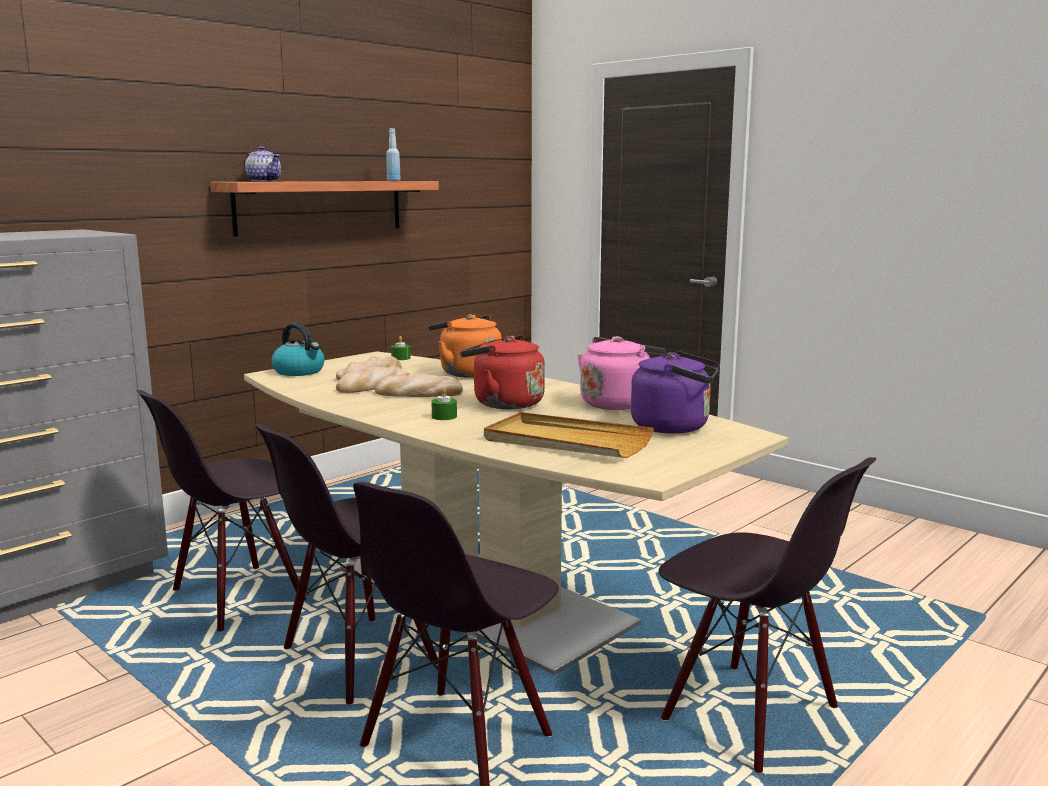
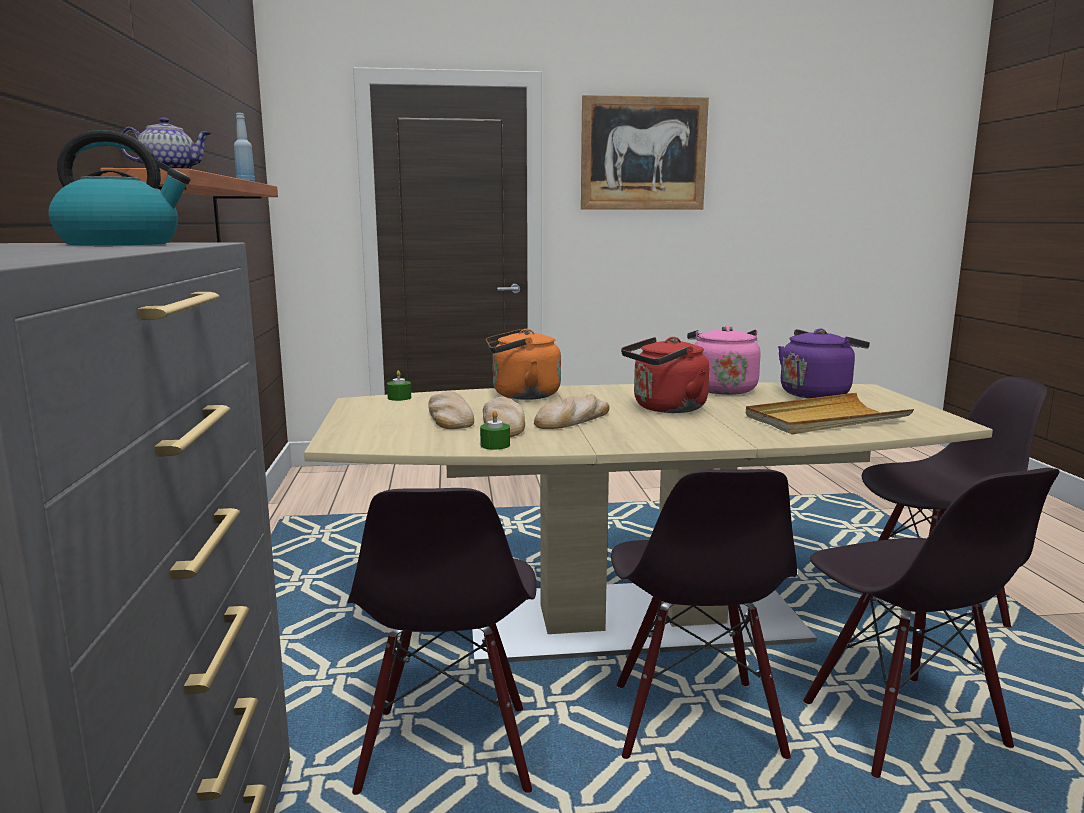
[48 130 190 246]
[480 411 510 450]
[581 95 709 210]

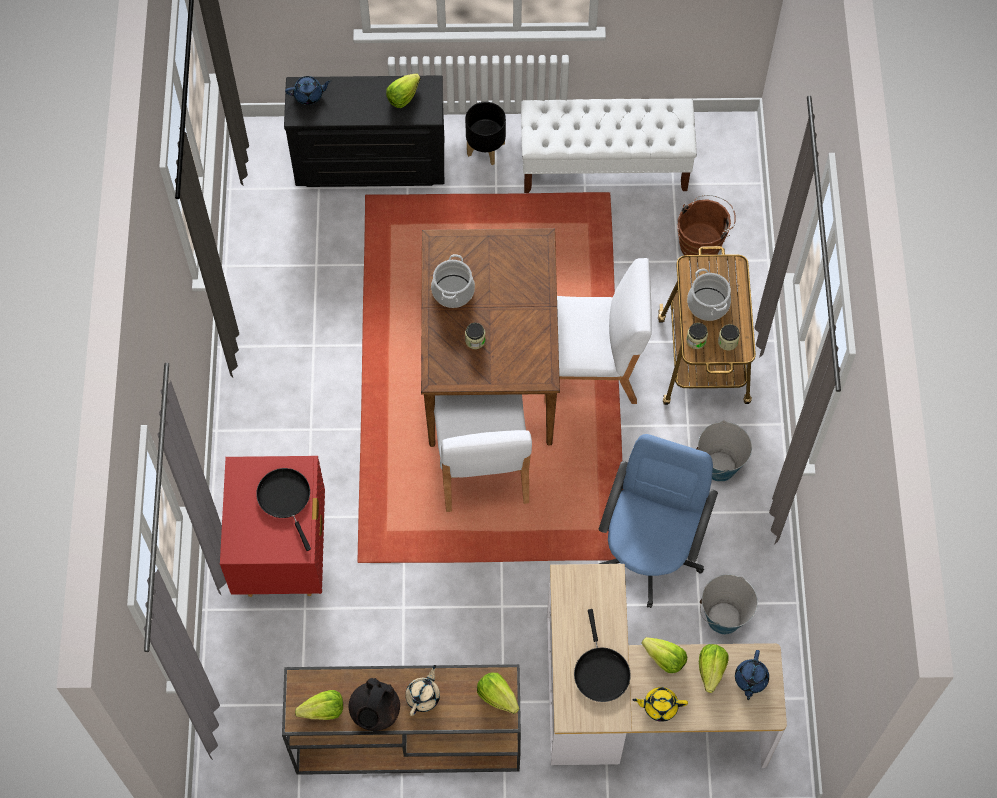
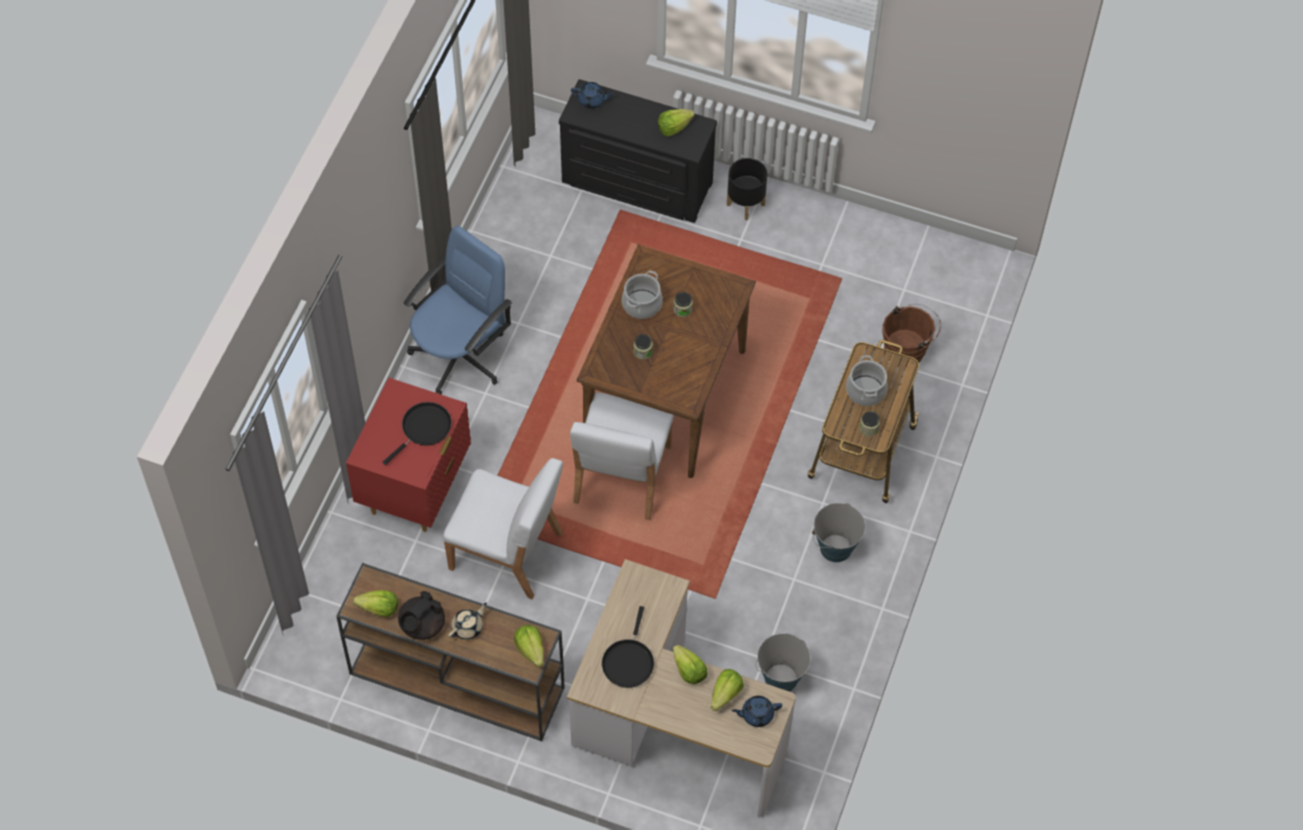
[521 98 697 193] (first image)
[443 458 563 599]
[674 292 693 317]
[404 226 512 394]
[383 402 452 465]
[732 696 782 727]
[633 687 688 722] (first image)

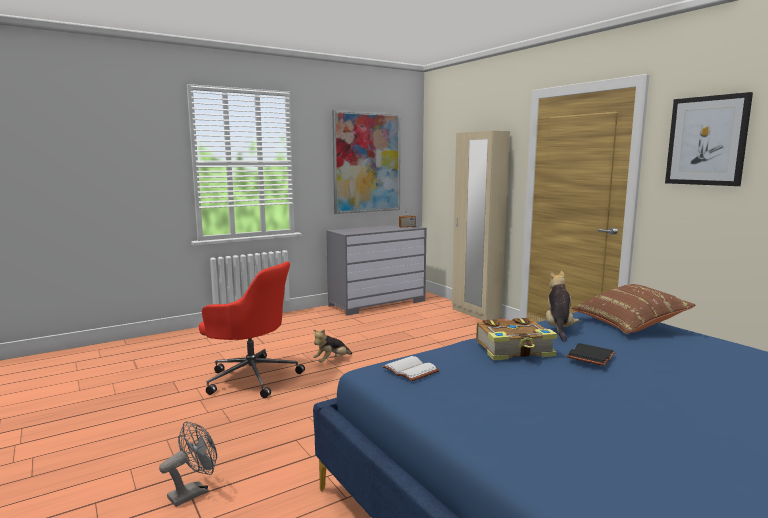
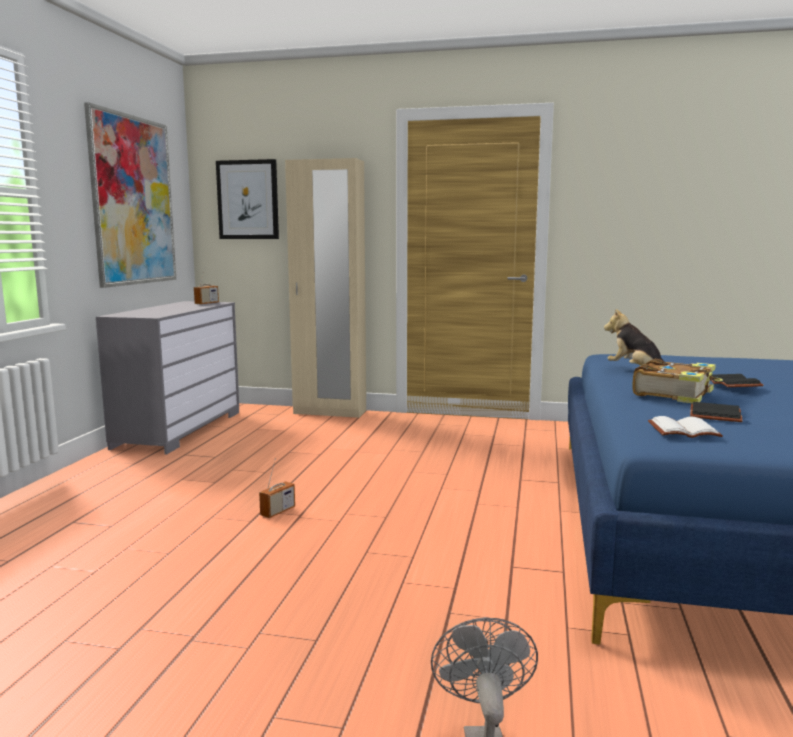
[216 159 279 239]
[199 261 305 398] (first image)
[571 284 696 334] (first image)
[259 458 295 518]
[690 402 742 422]

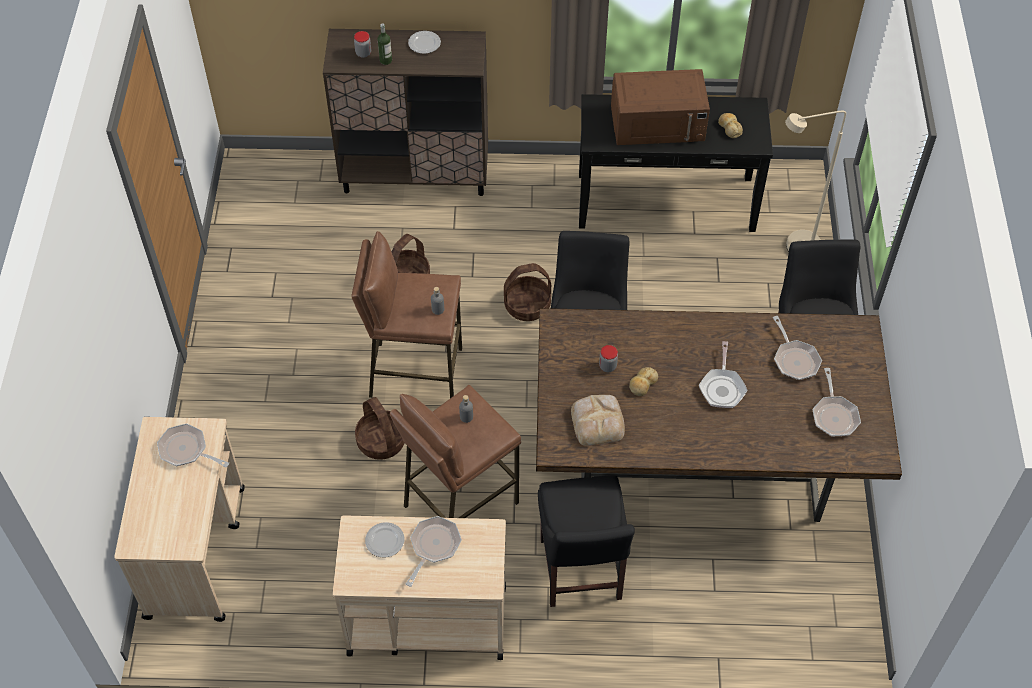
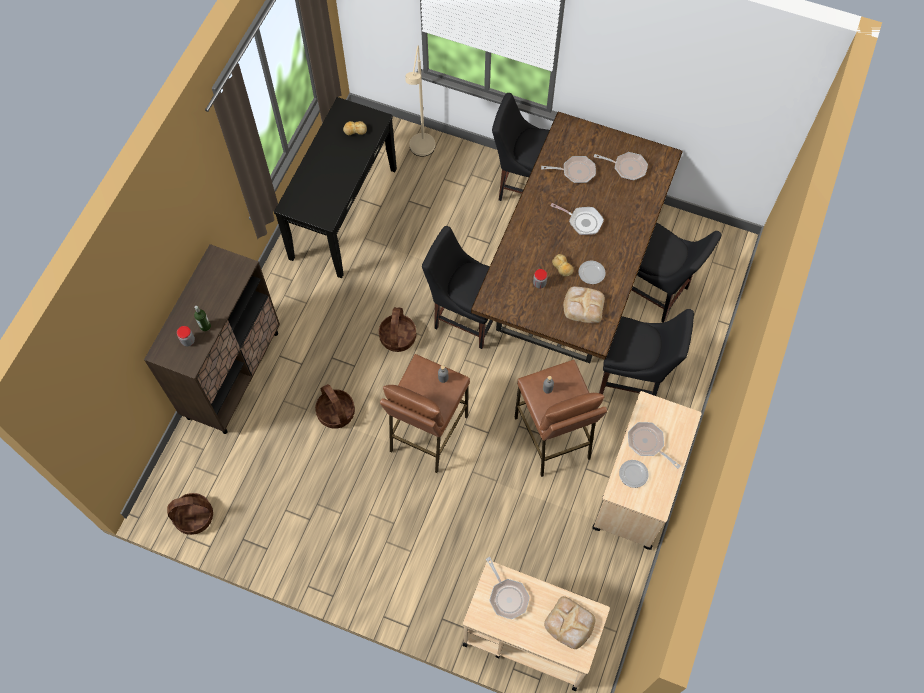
[578 260 606 284]
[611 69 710 145] (first image)
[167 493 213 535]
[486 557 530 619]
[632 222 722 322]
[544 596 595 649]

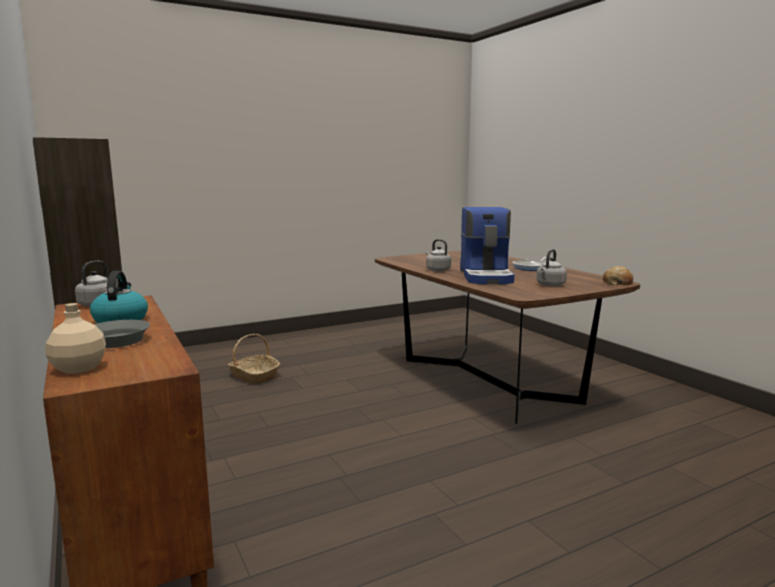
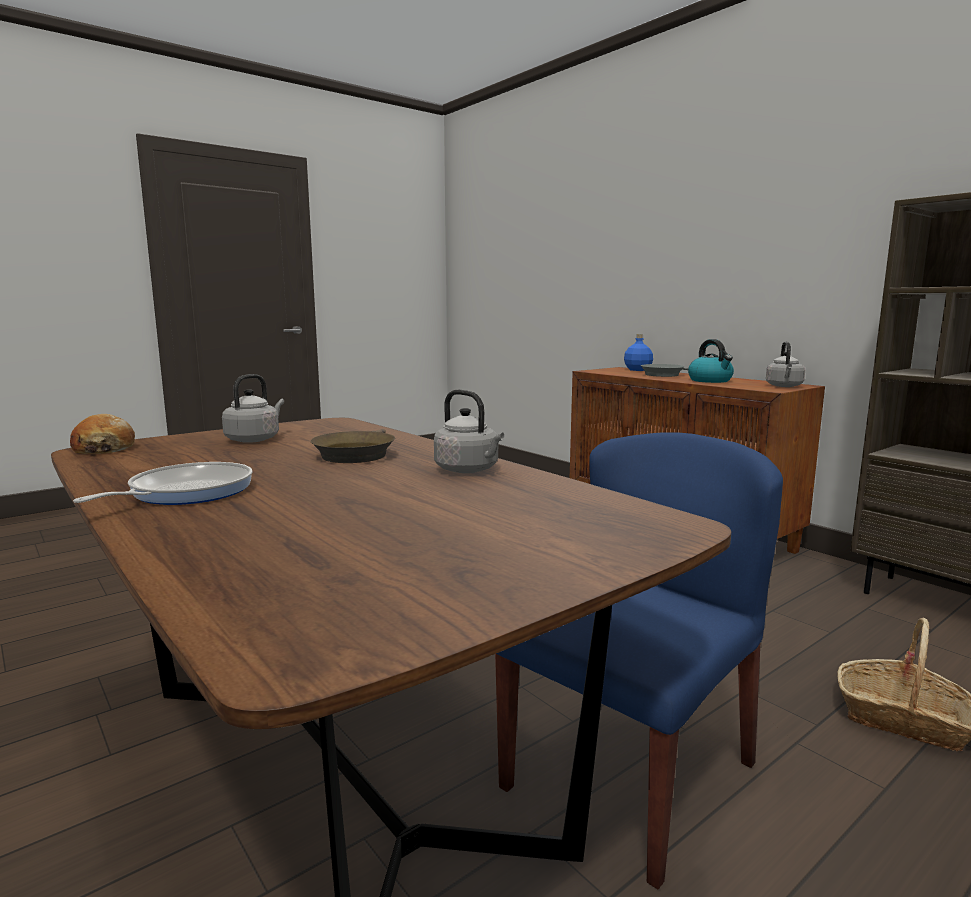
[310 429 395 463]
[624 334 653 371]
[495 432 783 889]

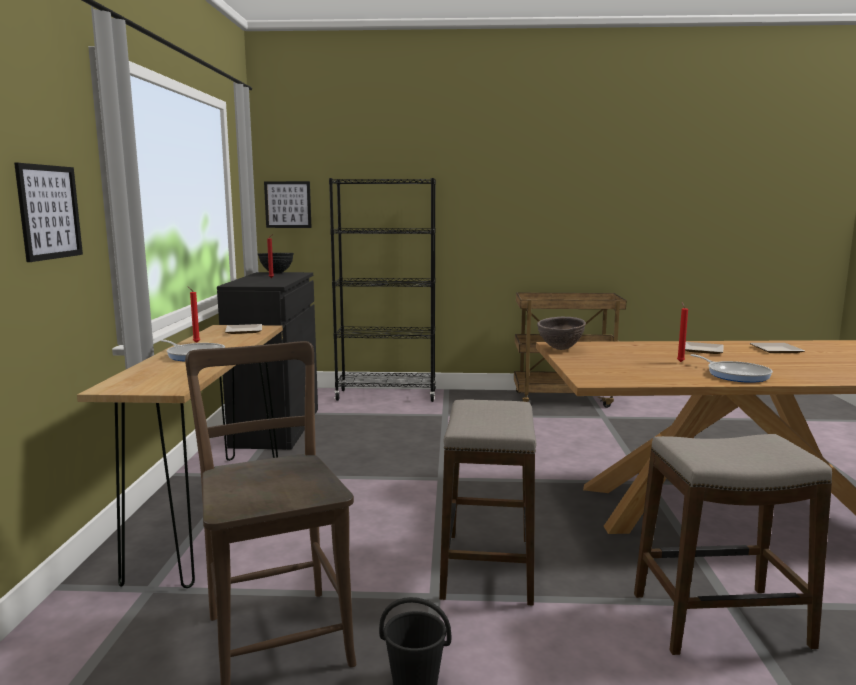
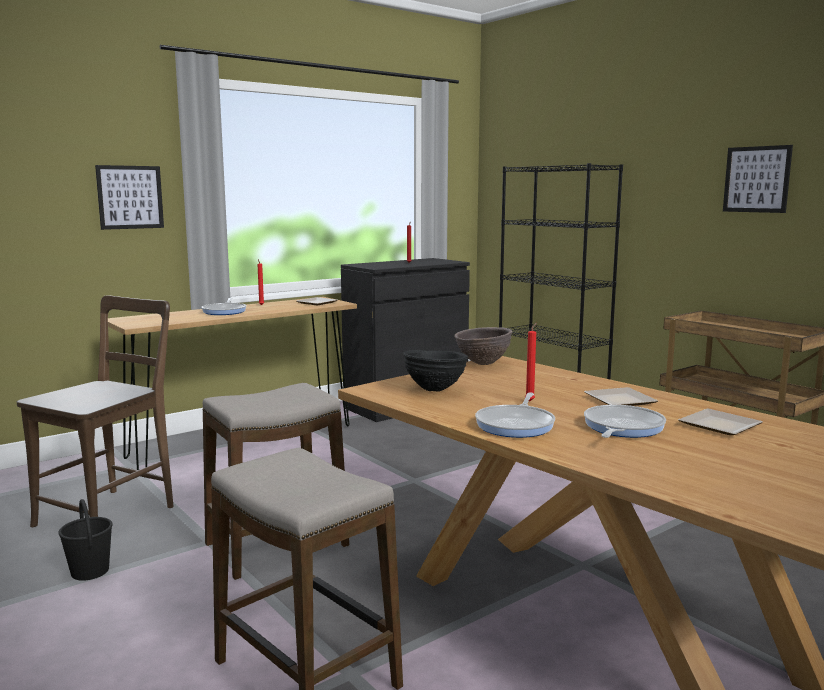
[723 145 793 213]
[403 350 468 392]
[584 405 666 438]

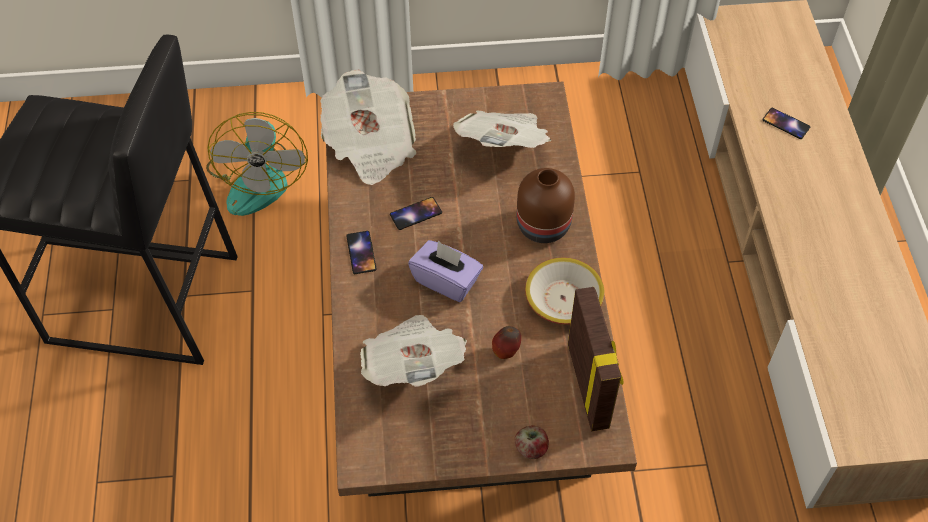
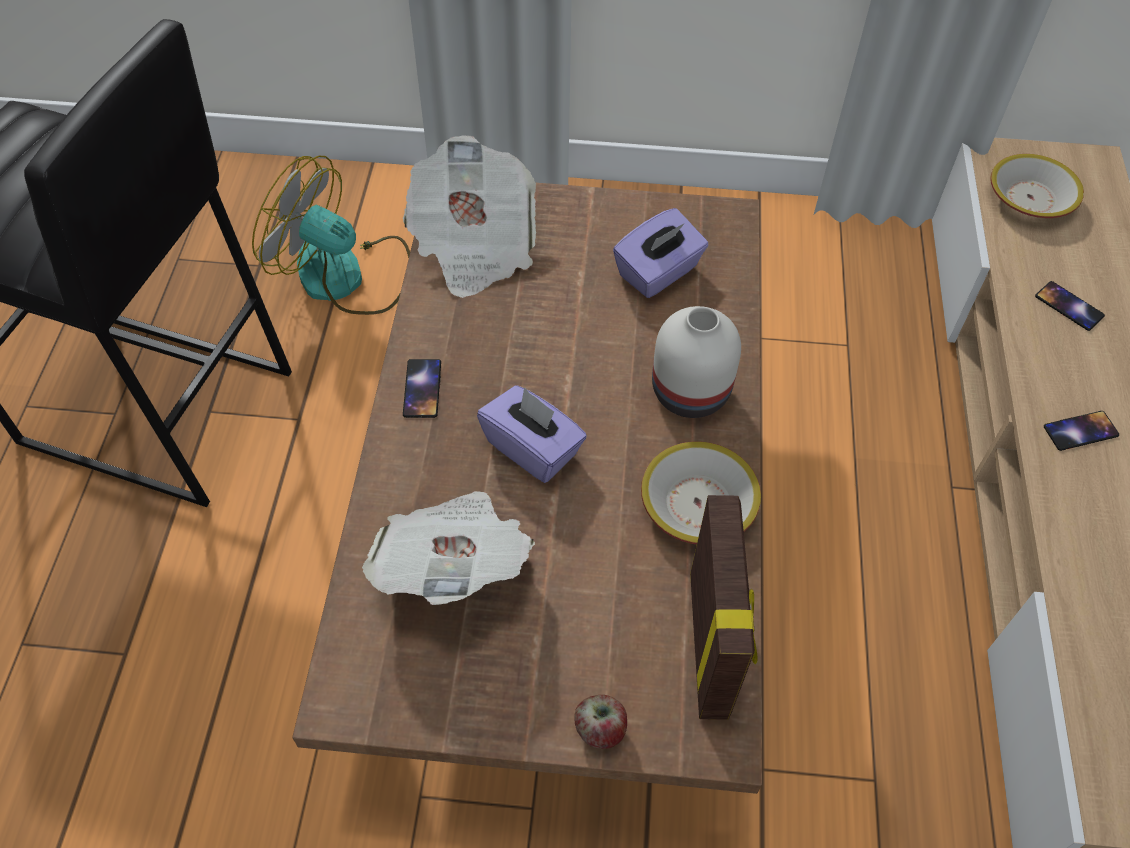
[613 208 709 298]
[252 156 410 315]
[652 306 741 418]
[1044 411 1119 451]
[492 326 521 359] (first image)
[990 154 1084 218]

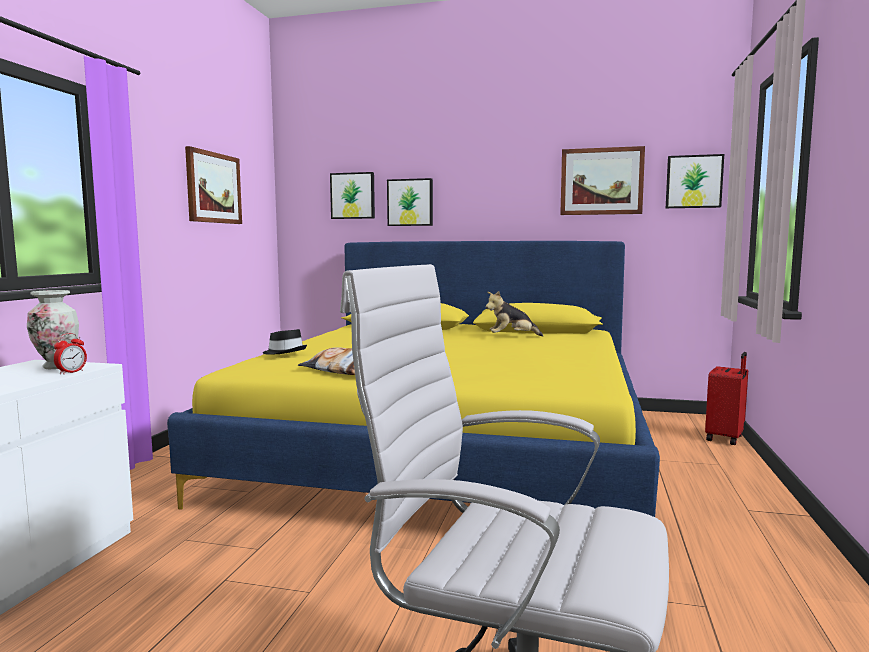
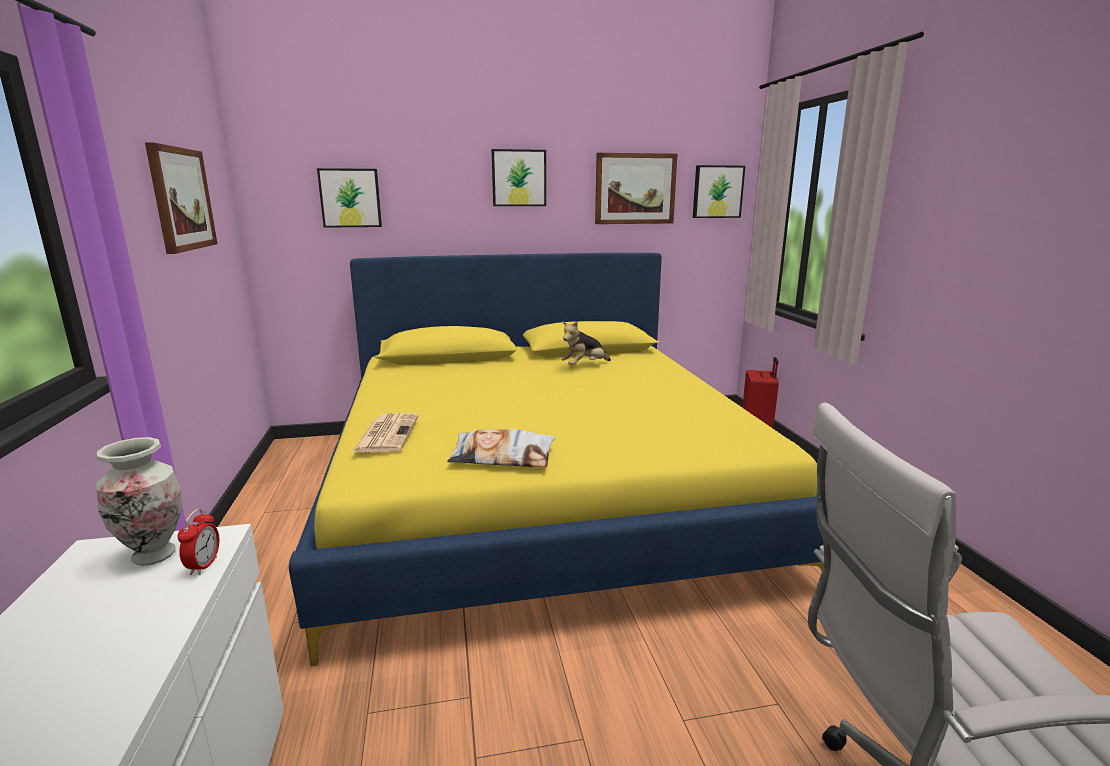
[492 149 546 206]
[352 413 418 453]

